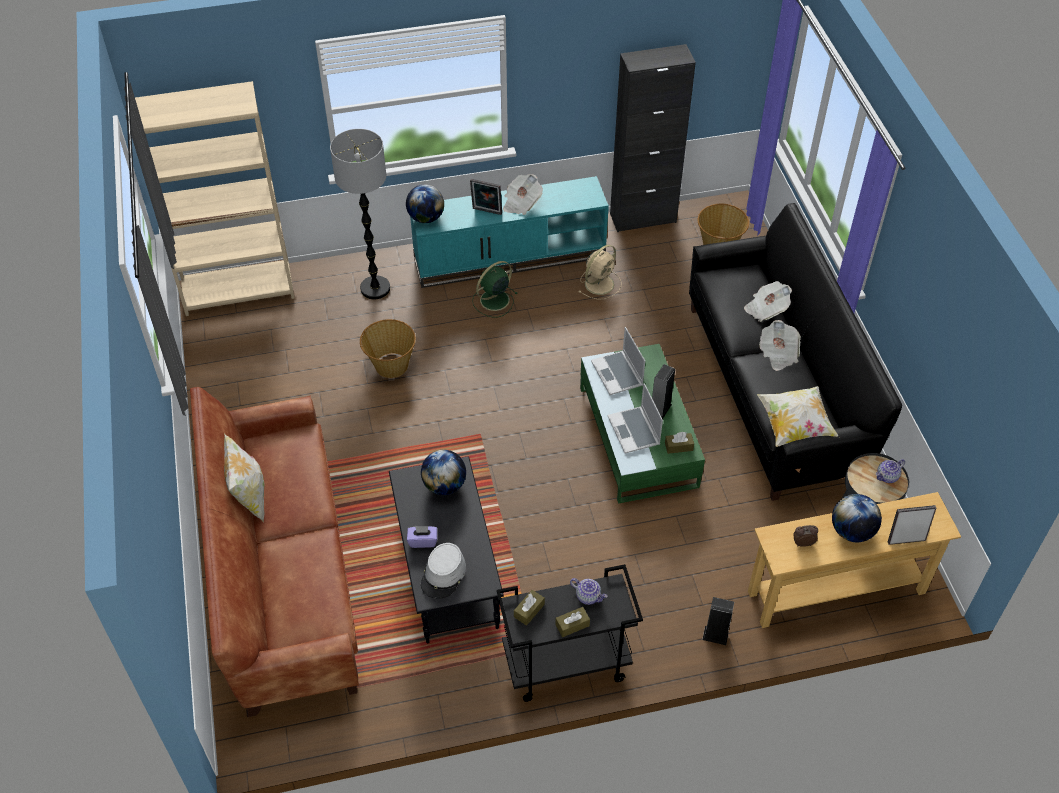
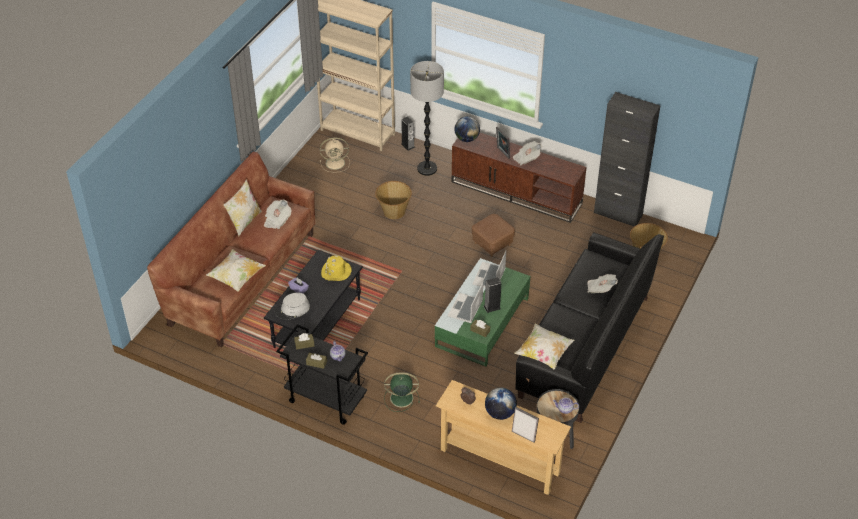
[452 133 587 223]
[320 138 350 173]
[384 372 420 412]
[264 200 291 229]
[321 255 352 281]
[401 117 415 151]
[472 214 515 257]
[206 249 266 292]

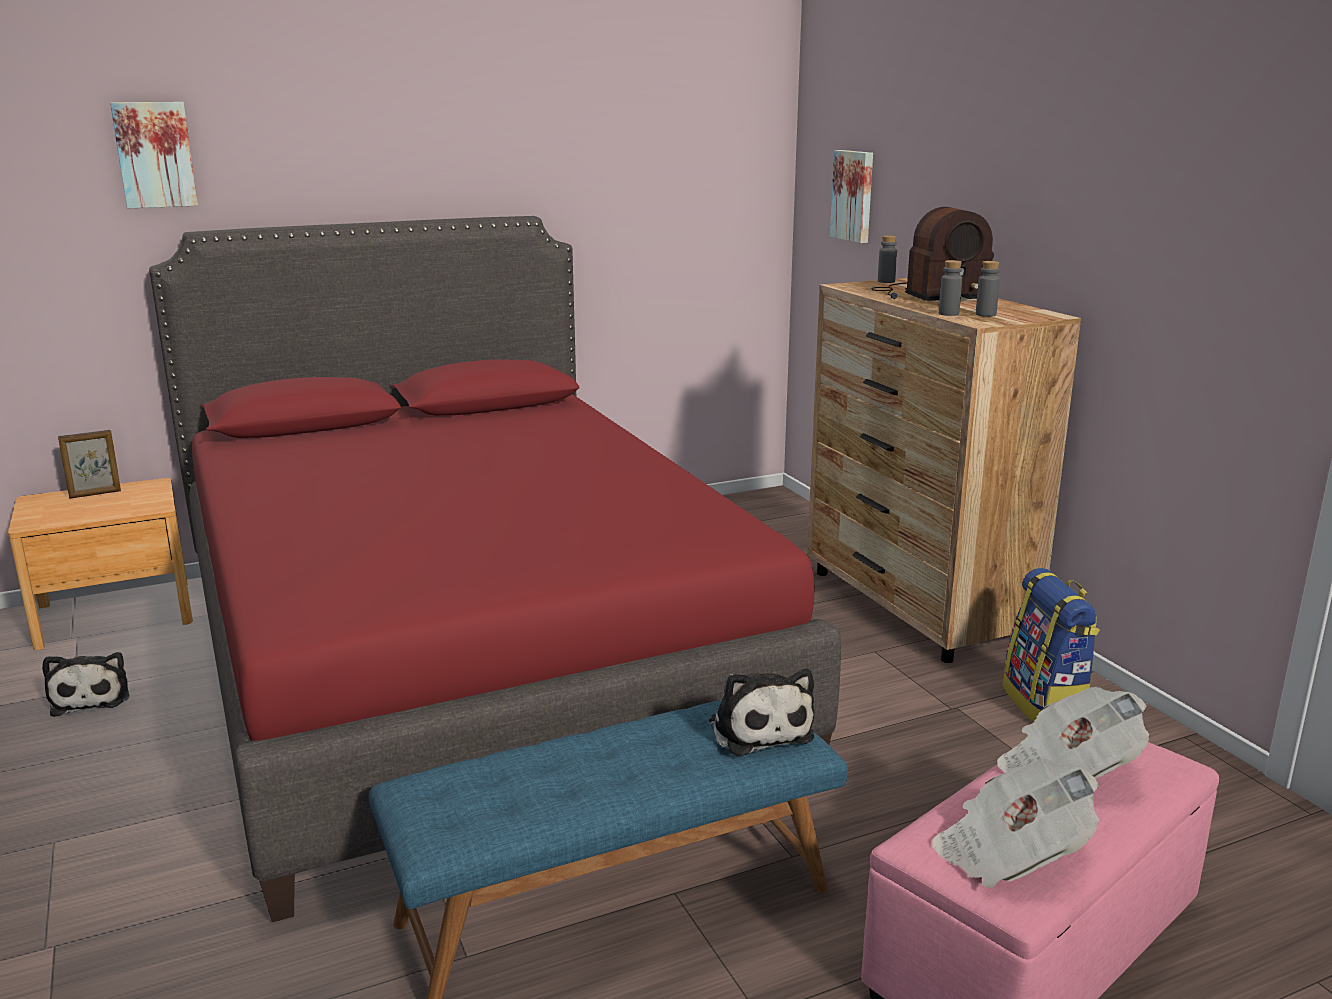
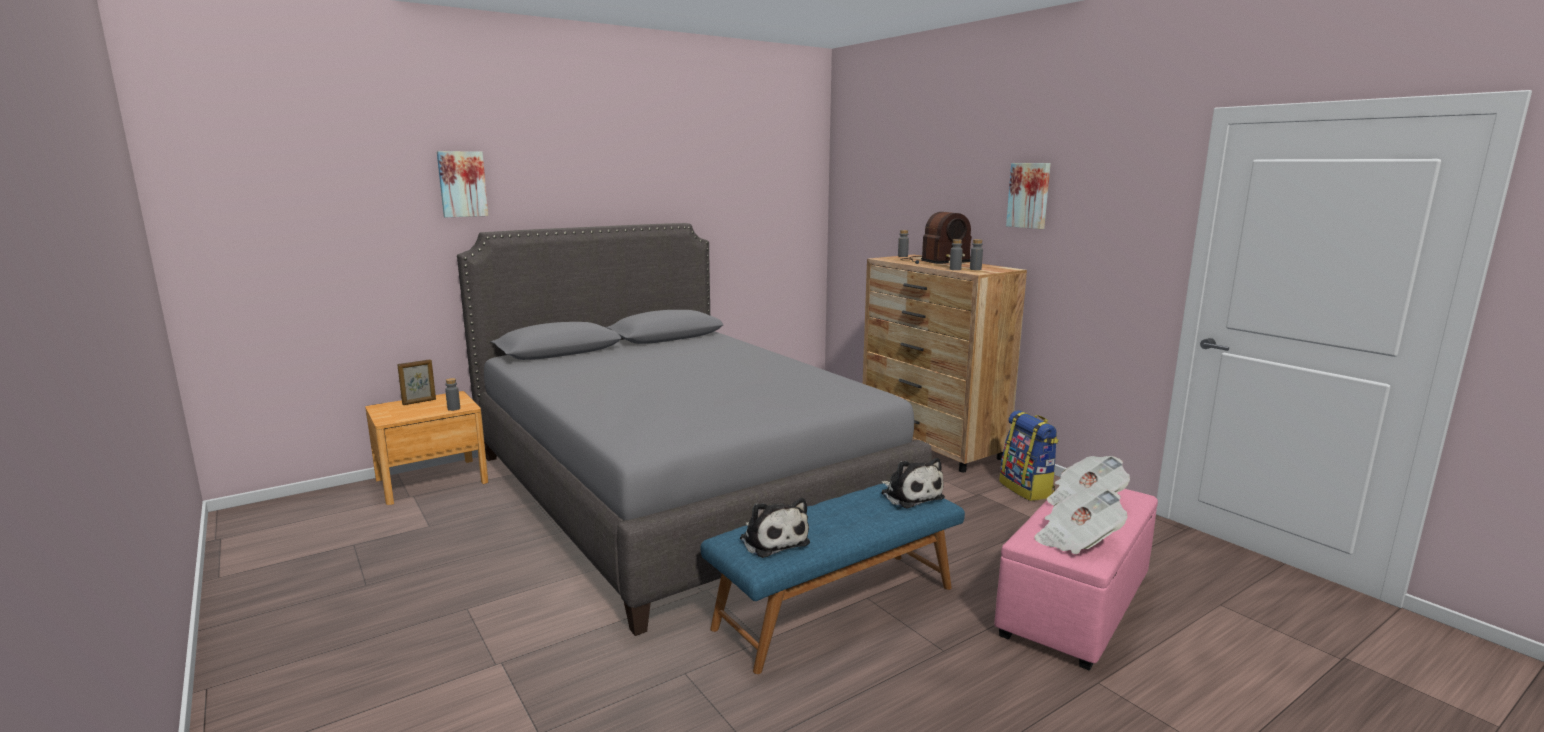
[1006 163 1051 229]
[457 223 932 636]
[740 498 810 558]
[445 378 460 411]

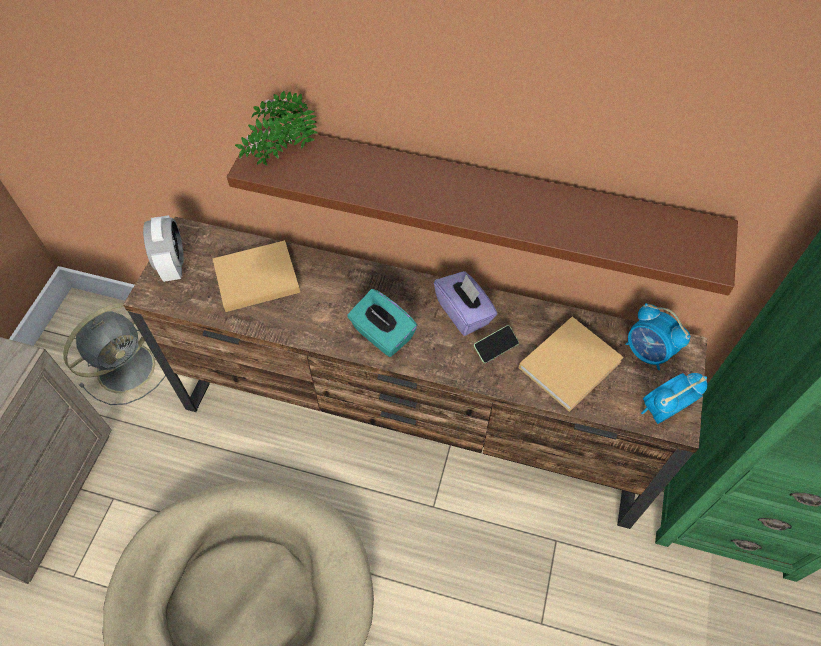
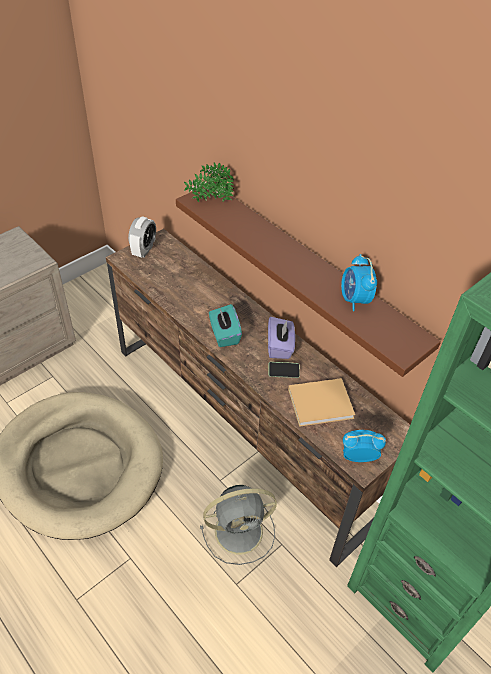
[212 240 300 312] (first image)
[200 485 277 565]
[341 254 377 311]

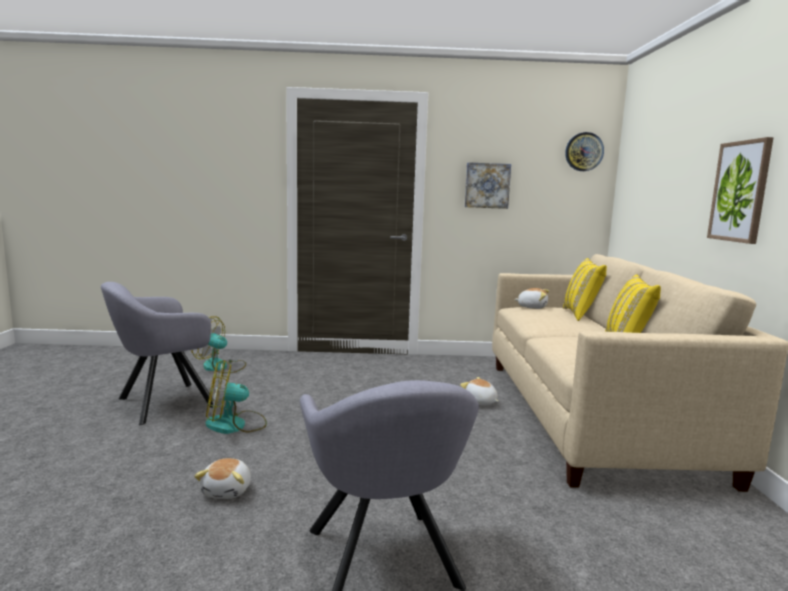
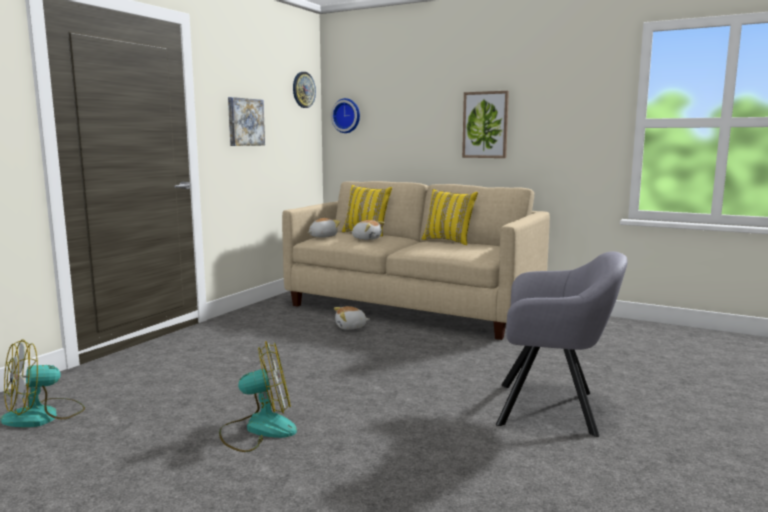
[101 282 217 425] (first image)
[219 341 297 452]
[352 220 385 240]
[331 98 360 133]

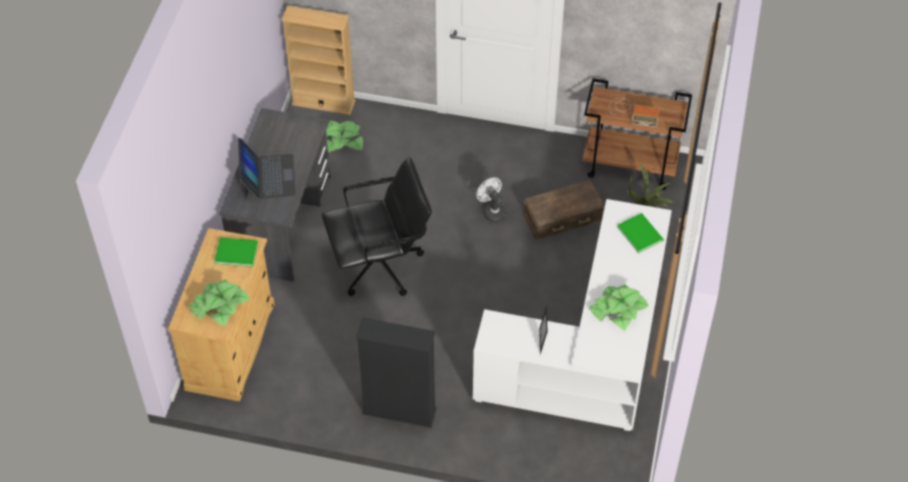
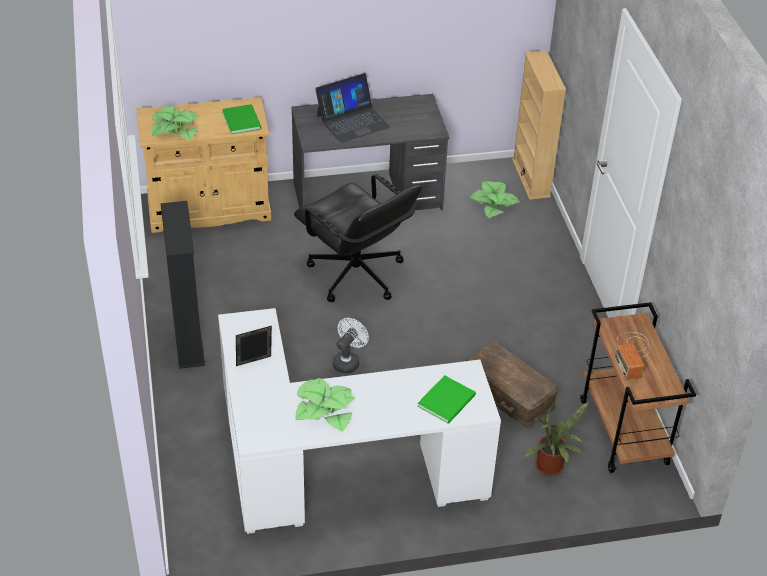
[333 318 369 373]

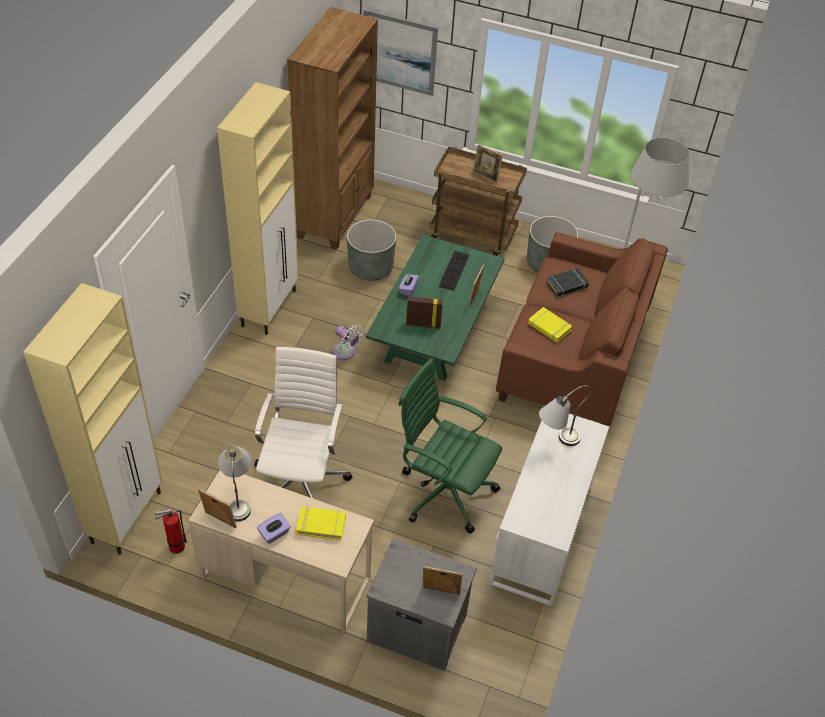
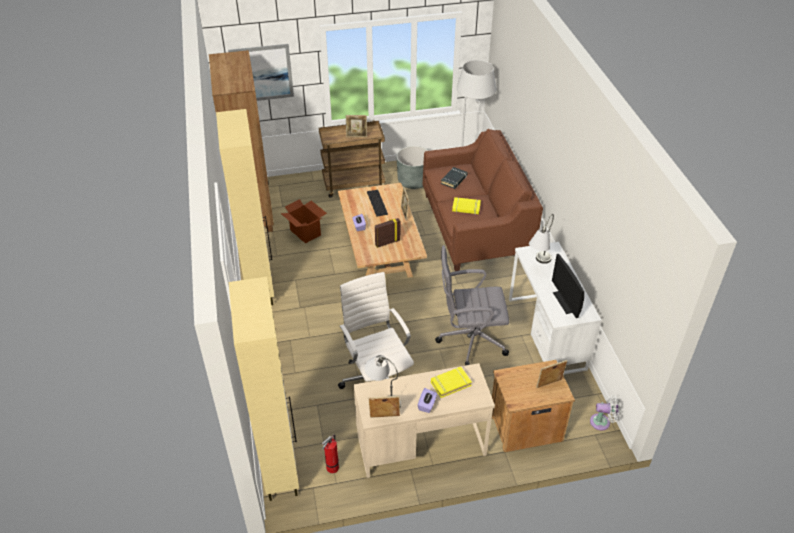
[281 199 327 244]
[338 183 427 278]
[590 395 619 430]
[435 245 509 366]
[492 360 575 452]
[552 254 584 318]

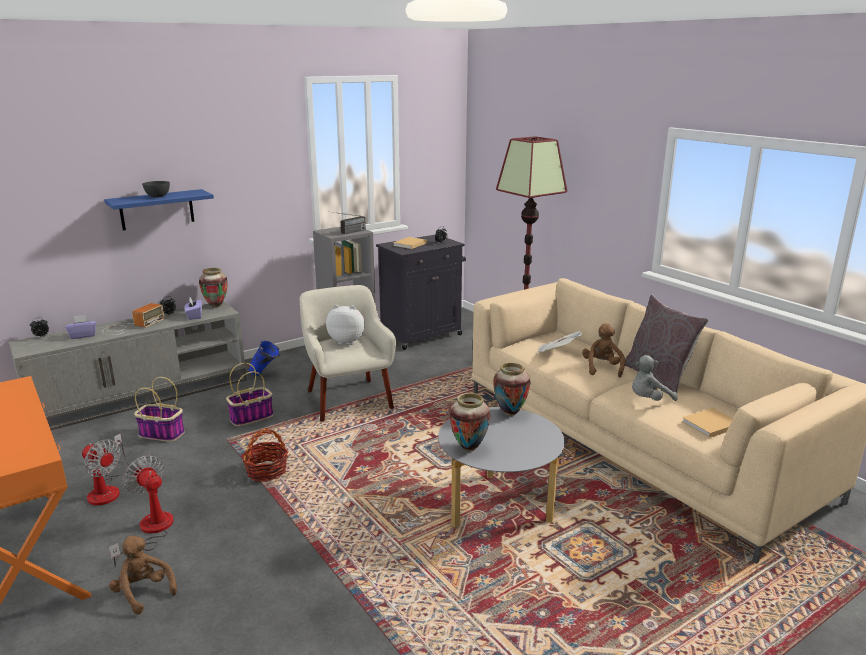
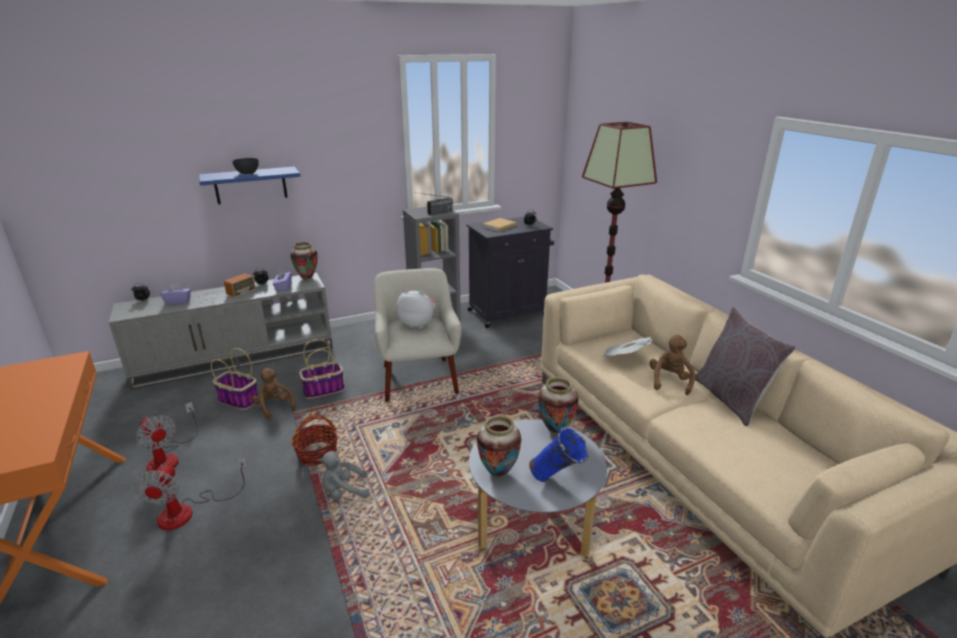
[529 427 588 482]
[319 451 370 500]
[682 408 733 438] (first image)
[134 458 247 530]
[252 368 295 419]

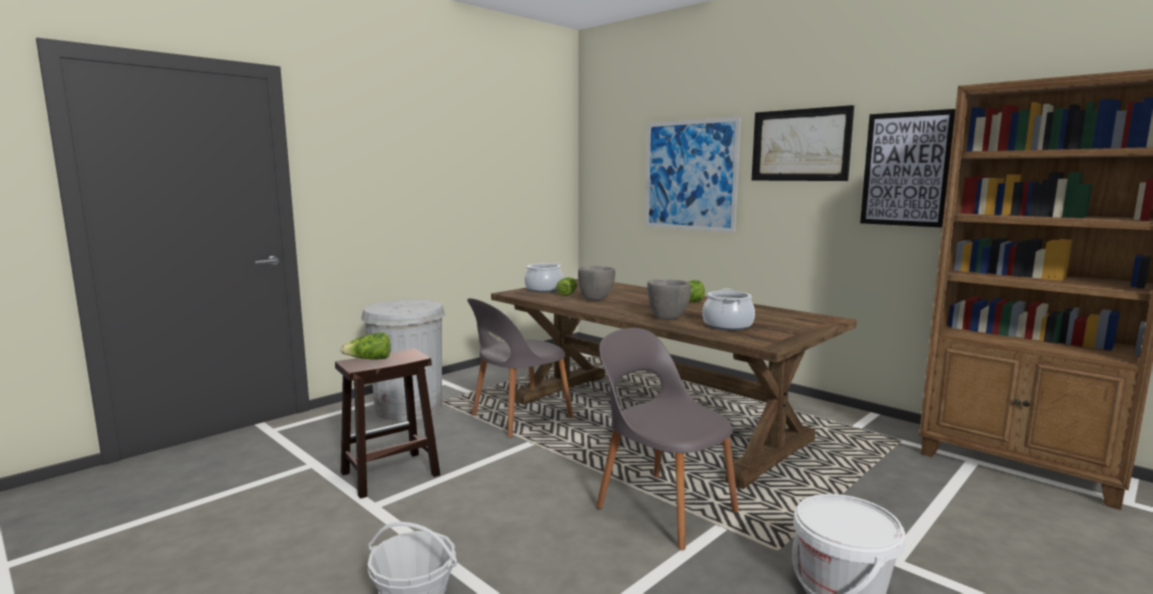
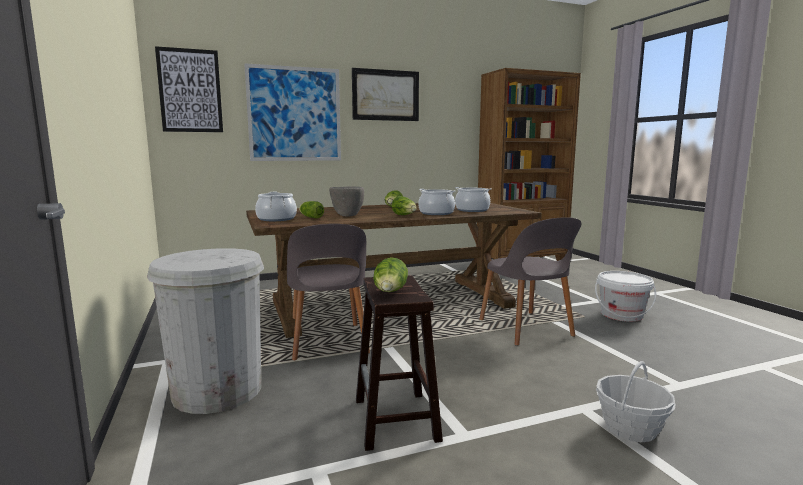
[155 46 223 132]
[418 189 455 215]
[479 217 581 346]
[392 196 417 215]

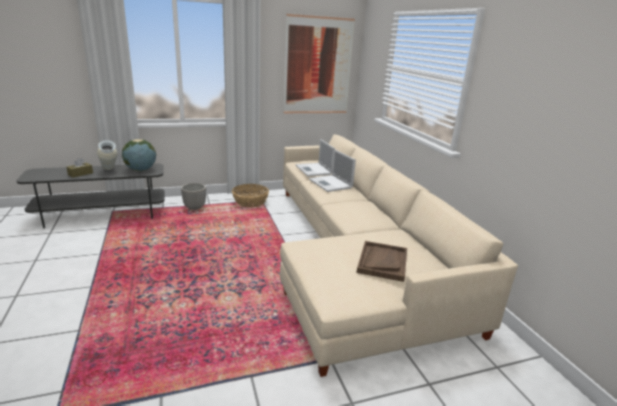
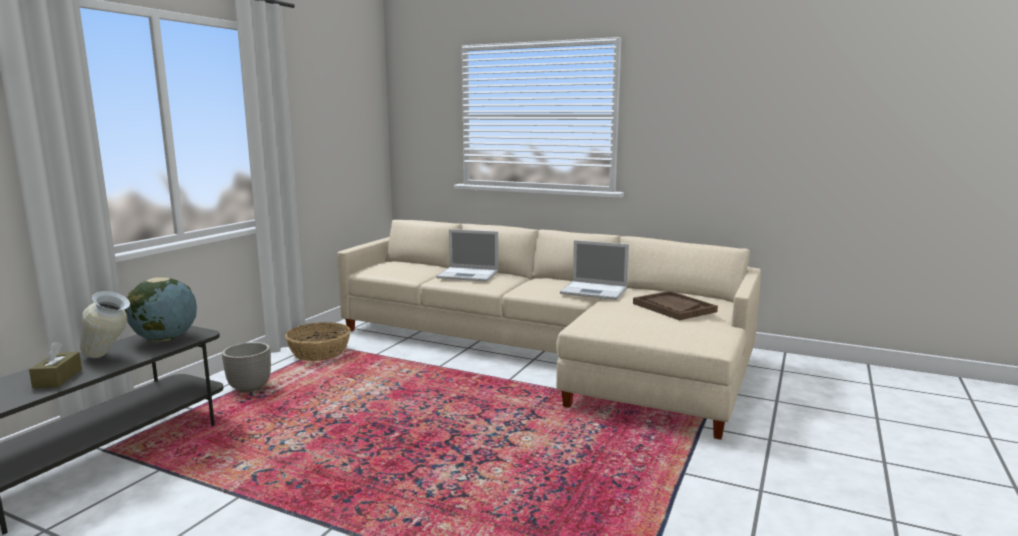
[284 14 355 113] (first image)
[560 240 629 300]

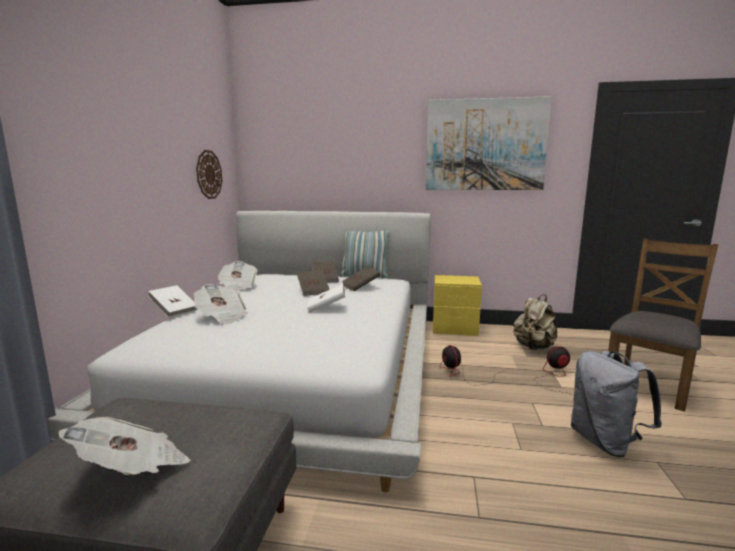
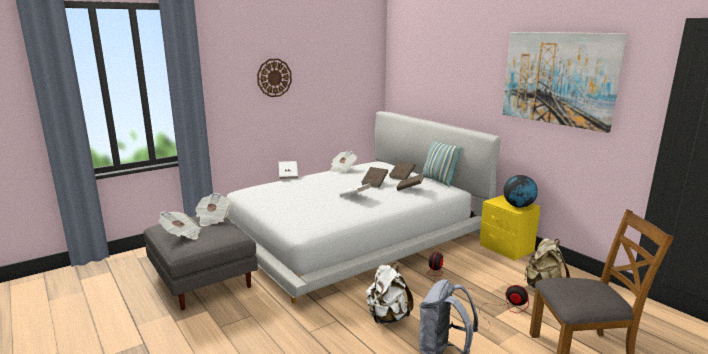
[257 58 292 97]
[195 193 231 226]
[503 175 538 208]
[366 263 414 324]

